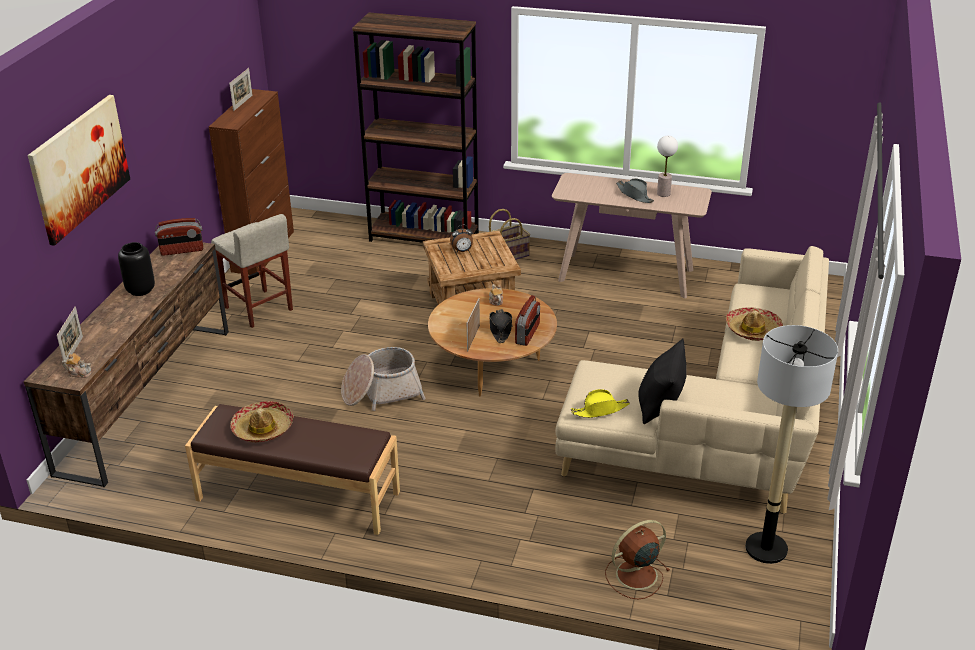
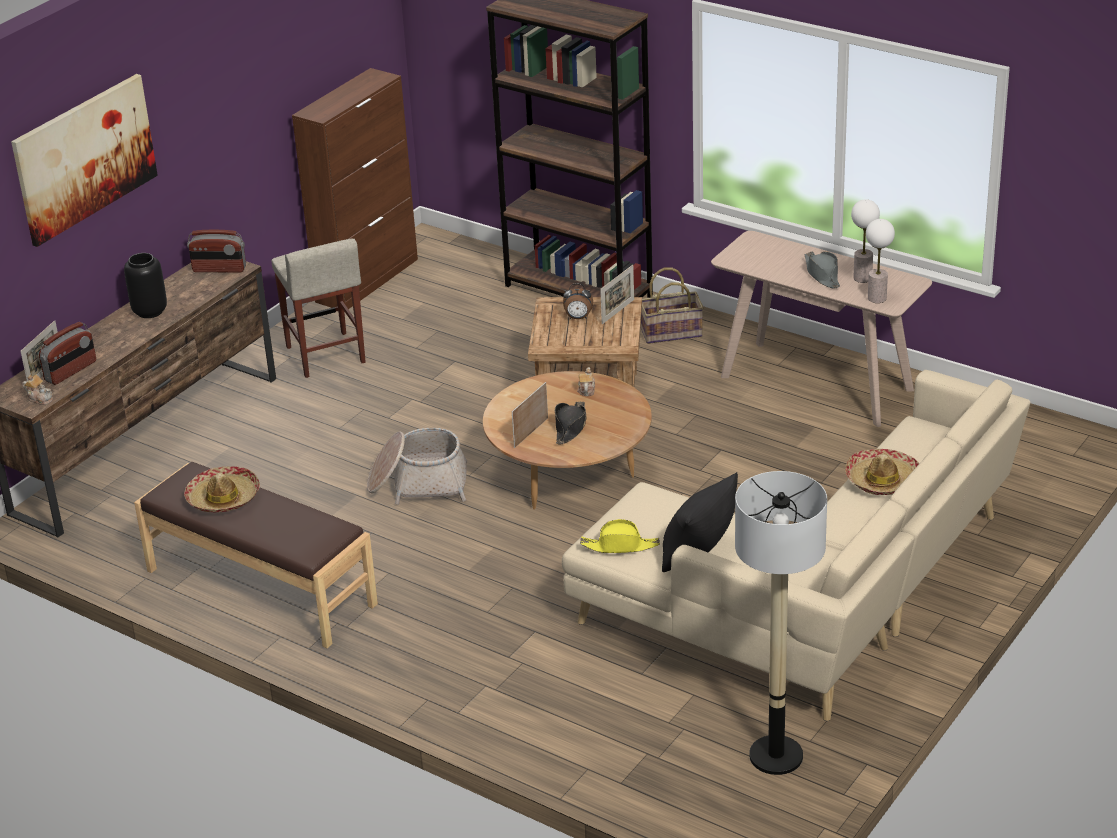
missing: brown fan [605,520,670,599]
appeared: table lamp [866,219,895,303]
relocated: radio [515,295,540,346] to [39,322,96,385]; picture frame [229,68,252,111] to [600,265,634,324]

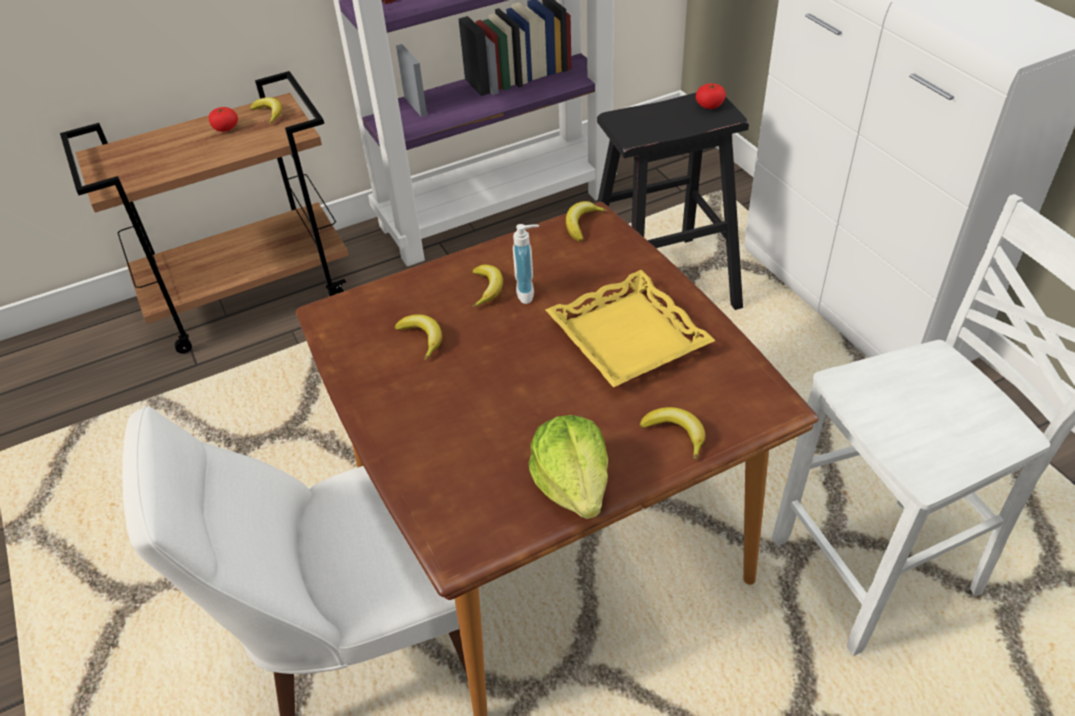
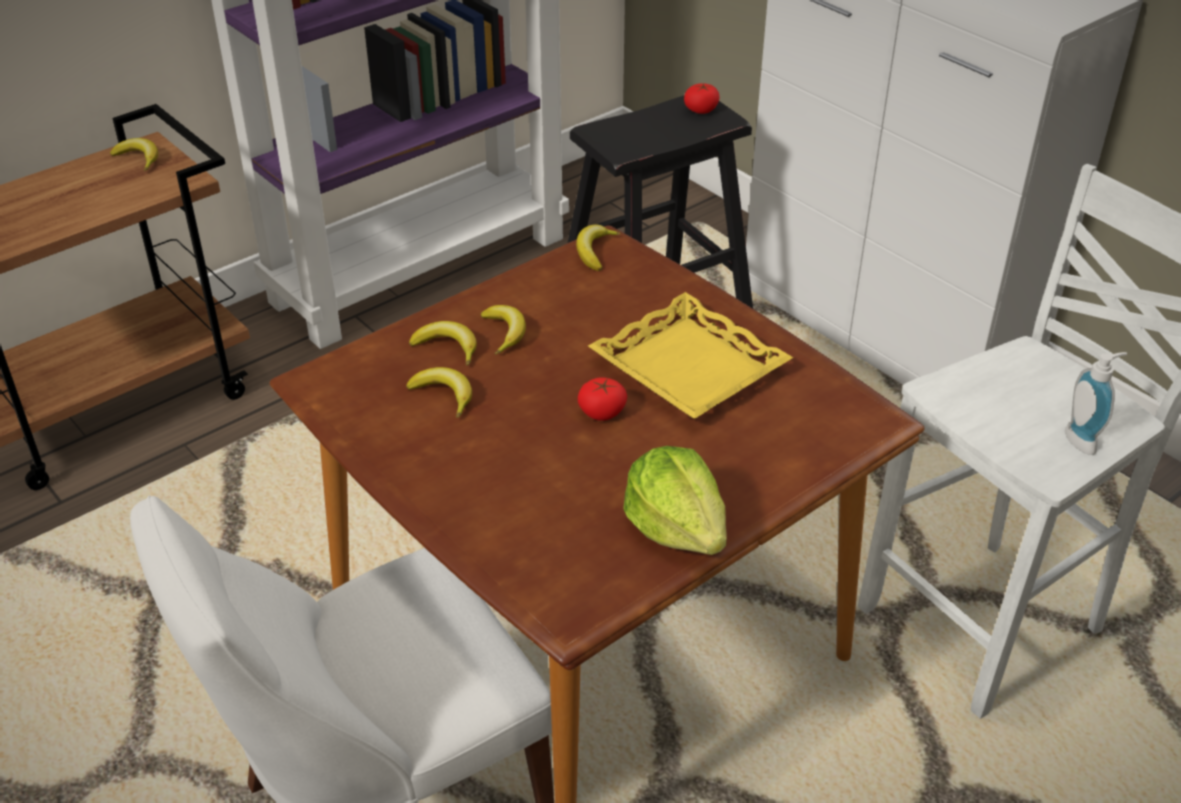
relocated: banana [640,407,705,460] to [409,321,477,365]; tomato [209,107,238,132] to [578,377,627,421]; soap dispenser [513,224,539,304] to [1065,352,1127,455]

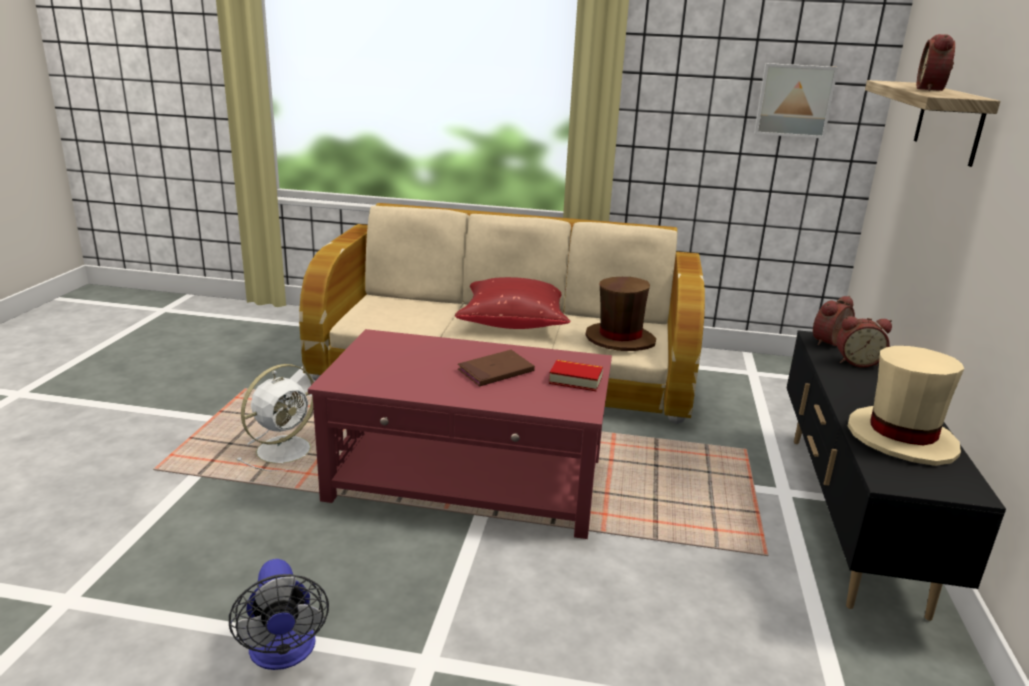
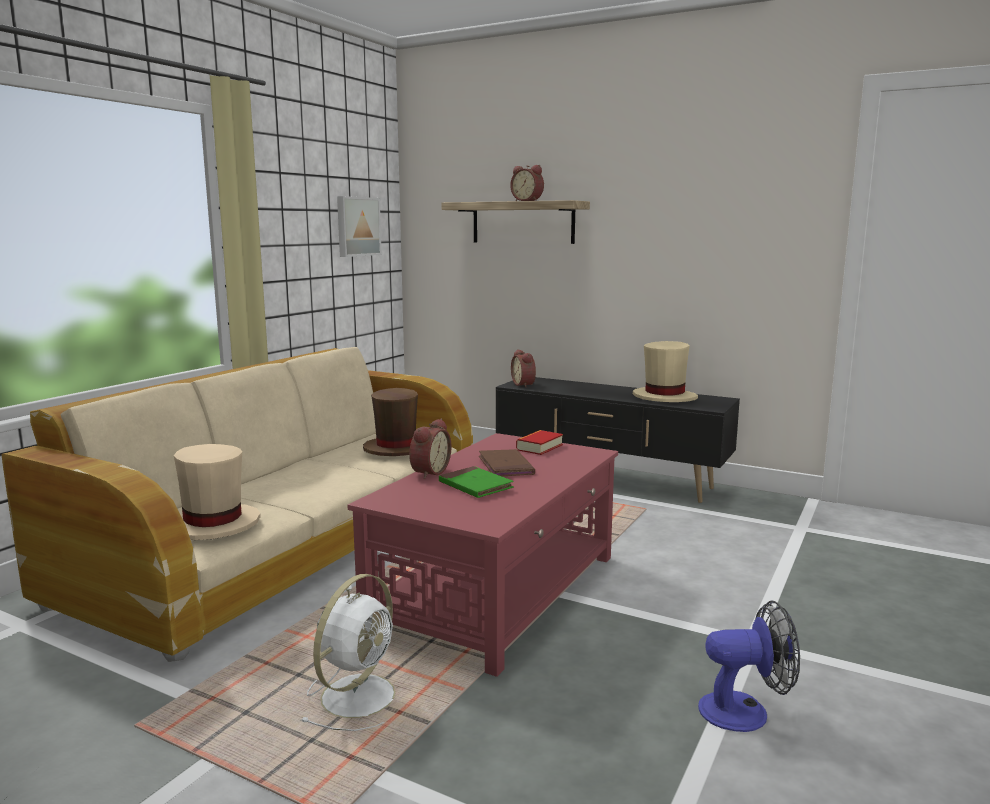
missing: red pillow [455,277,570,329]
appeared: beige hat [174,444,261,540]; green book [439,466,514,498]
relocated: alarm clock [836,316,892,368] to [409,419,451,479]
spun: white fan [237,364,314,471] = [300,574,396,731] 60 degrees clockwise

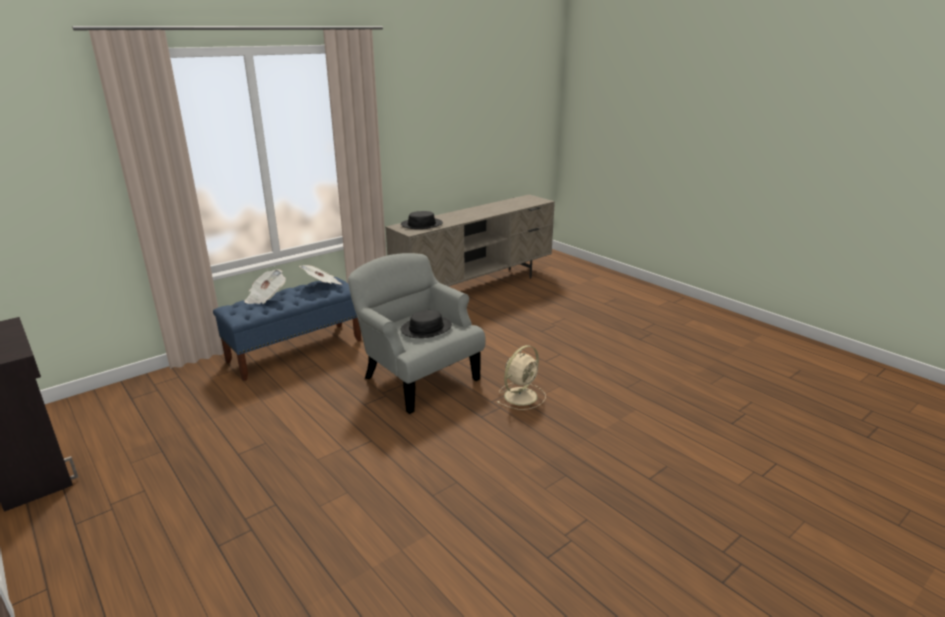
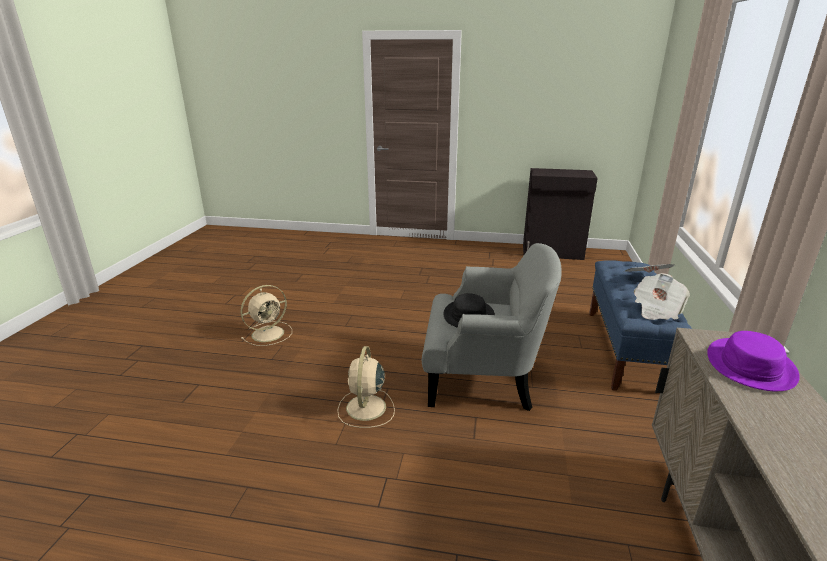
appeared: beige fan [241,285,292,346]
colour: black hat [401,211,443,229] to purple hat [707,331,800,391]

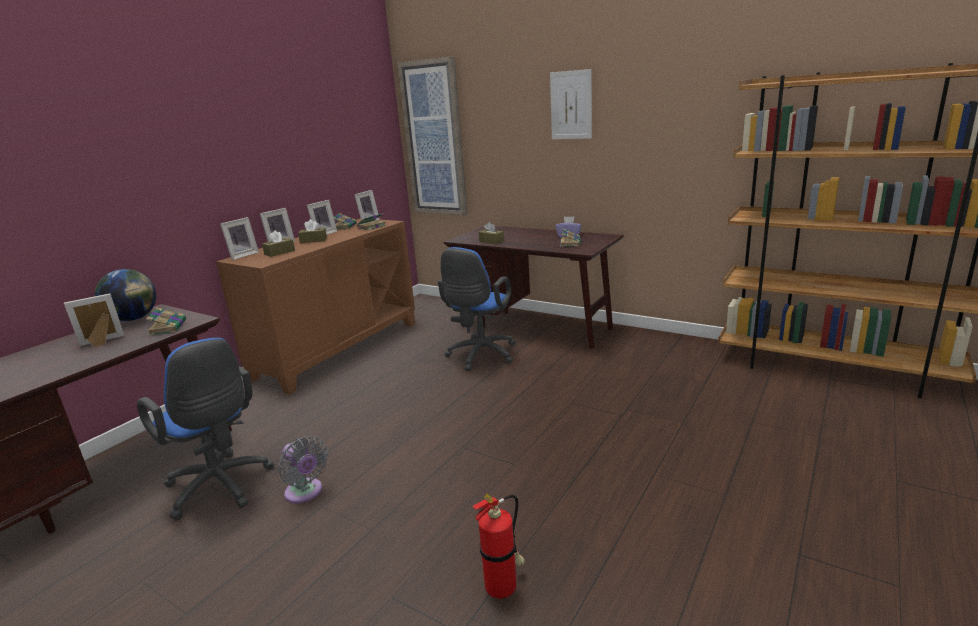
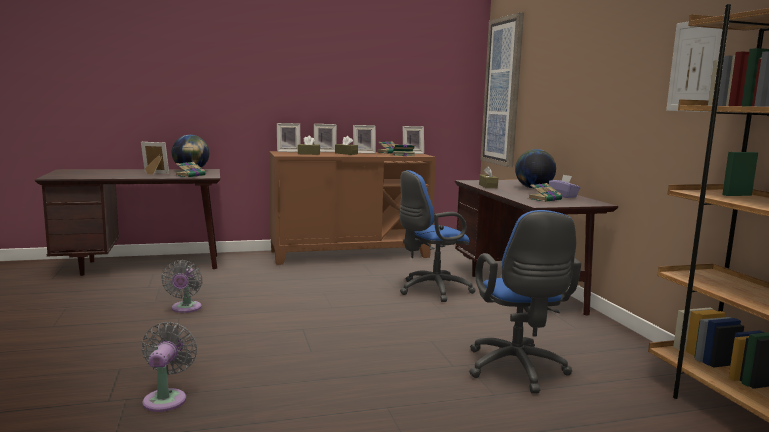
appeared: globe [515,149,556,189]
relocated: blue office chair [137,338,274,520] to [469,210,581,394]; picture [550,69,592,139] to [666,21,722,112]
exchanged: fire extinguisher [473,494,525,599] to grey fan [141,322,197,412]

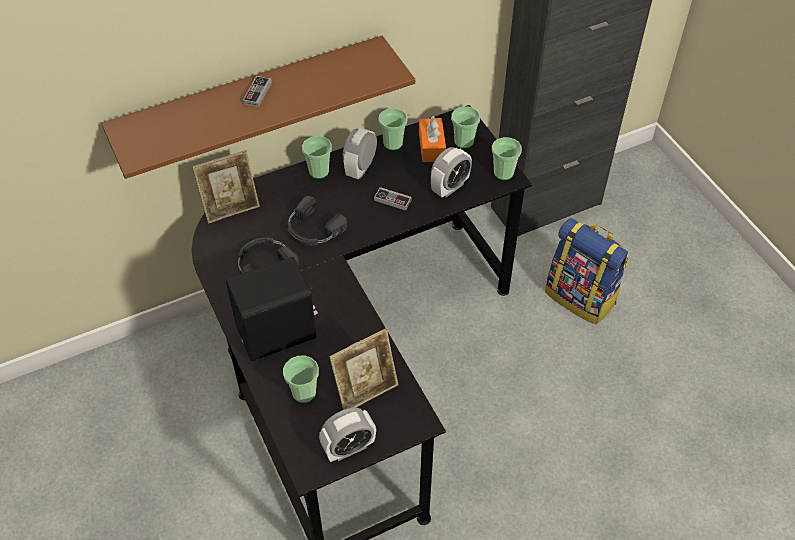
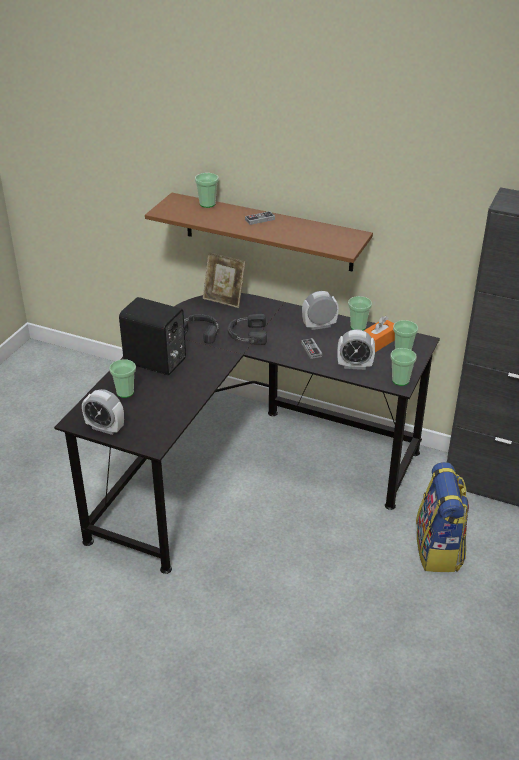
missing: picture frame [329,328,398,410]
relocated: cup [302,136,332,179] to [195,173,219,208]

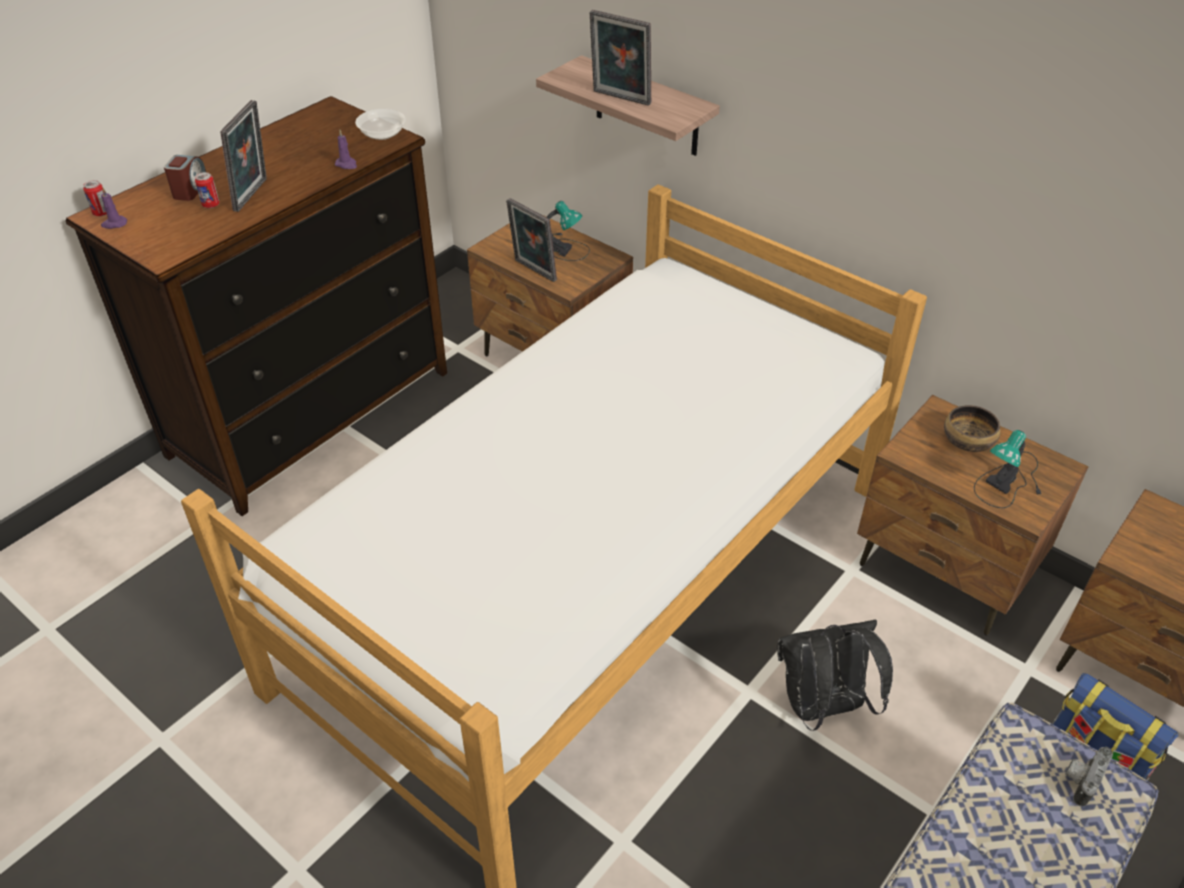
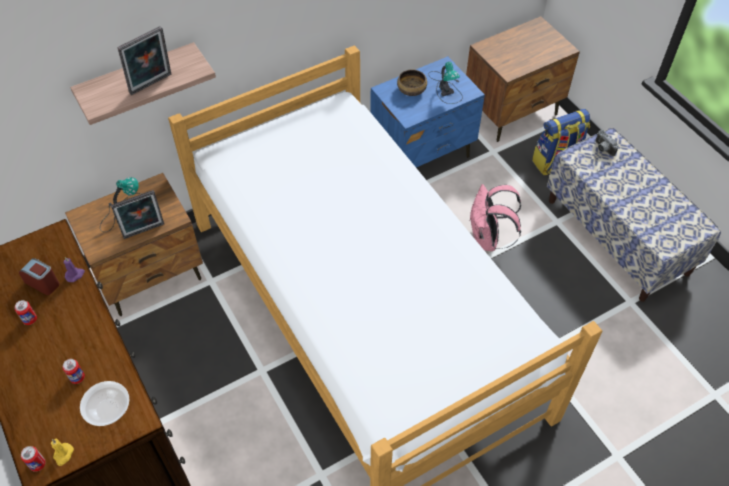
missing: picture frame [220,100,267,212]
appeared: can [15,300,37,325]
relocated: alarm clock [164,155,206,201] to [19,258,59,295]; bowl [355,109,406,140] to [80,381,129,426]
colour: purple candle [101,187,127,229] to yellow candle [51,438,74,466]; brown nightstand [857,395,1088,636] to blue nightstand [370,56,485,168]; black backpack [777,620,893,731] to pink backpack [469,184,521,251]

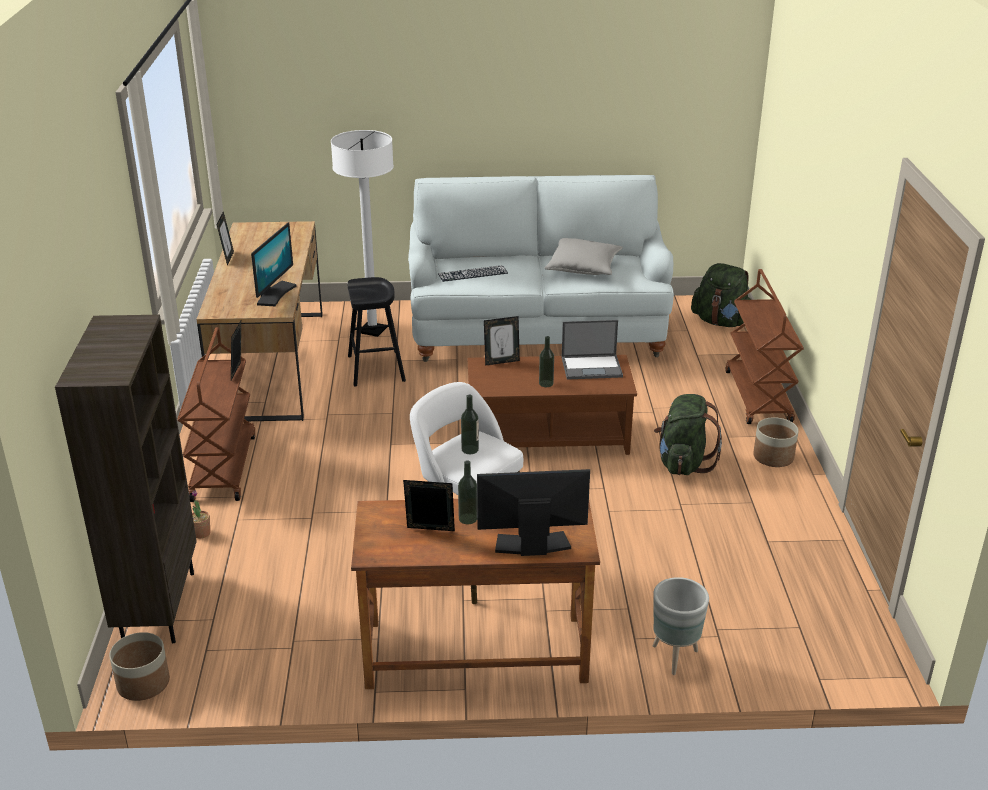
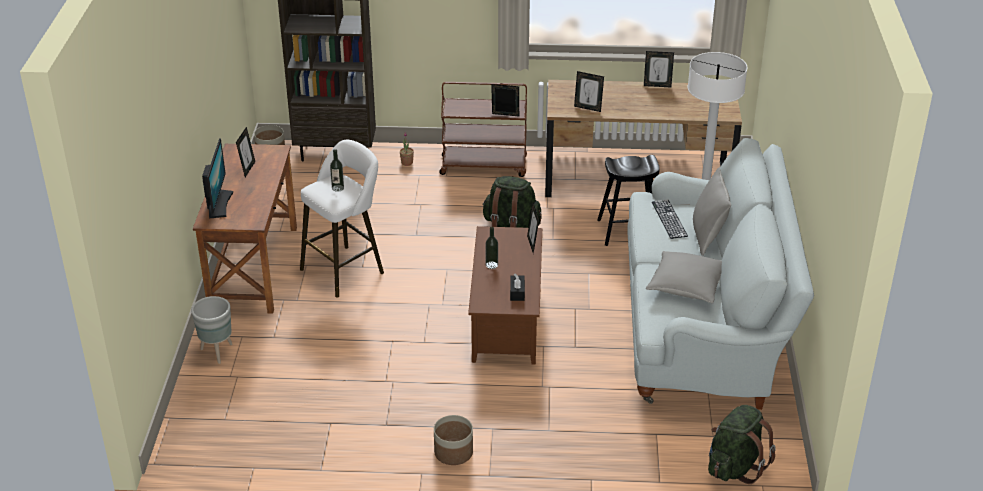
missing: bottle [458,460,477,525]; brown cart [725,269,804,424]
appeared: grey pillow [693,167,731,256]
relocated: green backpack [654,394,722,475] to [482,176,541,228]
exchanged: laptop [562,320,623,380] to black tissue box [510,274,525,301]; monitor [251,222,297,306] to picture frame [574,71,604,112]

